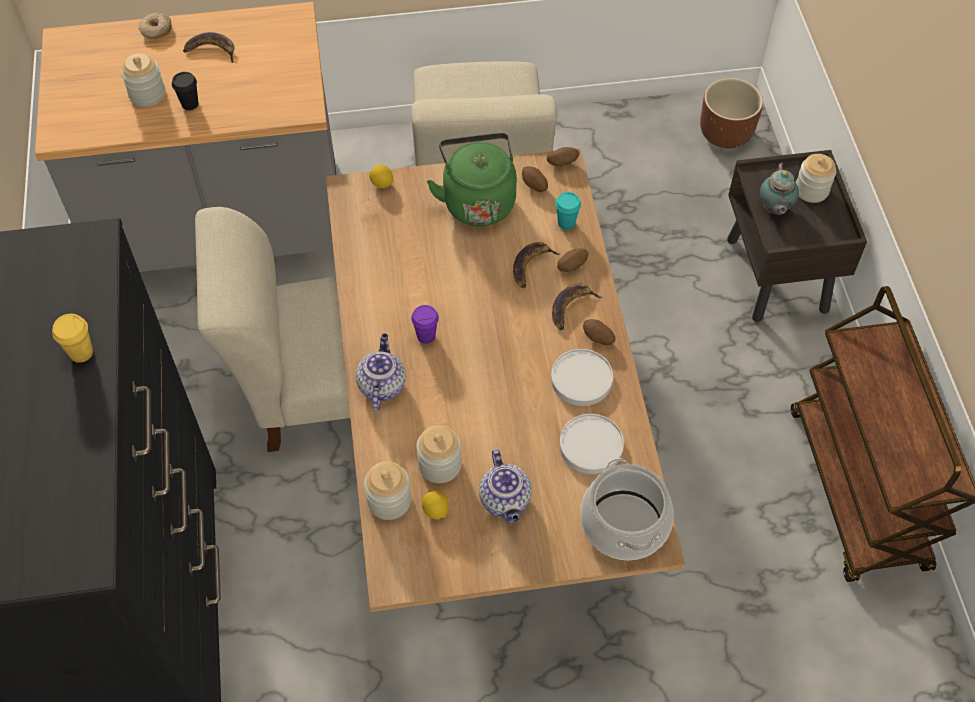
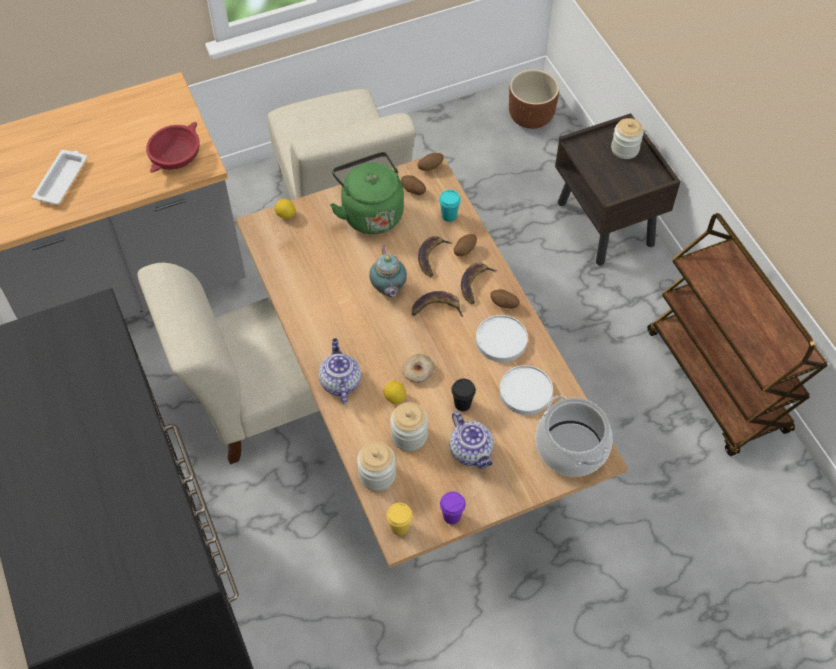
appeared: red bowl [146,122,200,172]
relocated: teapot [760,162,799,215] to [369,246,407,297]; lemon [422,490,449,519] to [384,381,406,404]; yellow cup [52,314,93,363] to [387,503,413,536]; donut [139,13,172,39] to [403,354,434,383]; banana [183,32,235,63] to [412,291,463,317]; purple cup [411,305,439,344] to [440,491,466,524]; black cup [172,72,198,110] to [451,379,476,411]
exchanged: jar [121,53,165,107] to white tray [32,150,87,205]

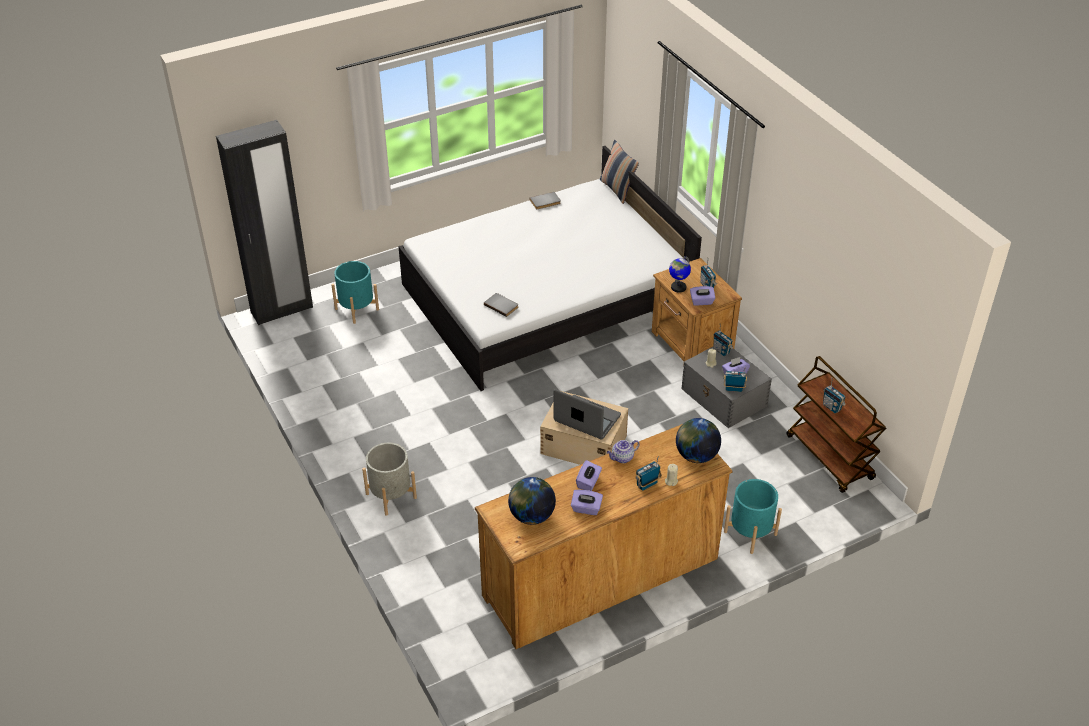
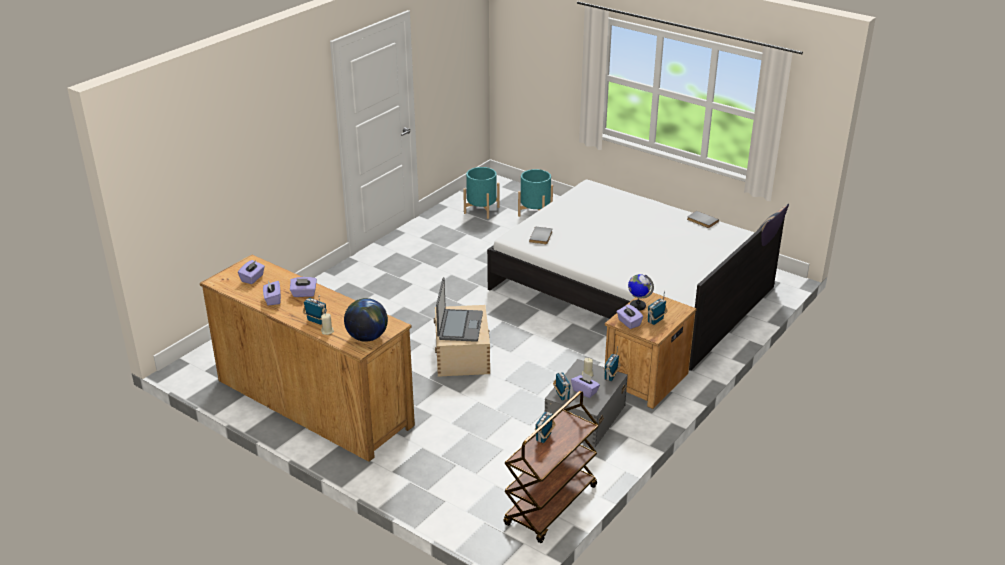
missing: black wardrobe [216,120,313,325]; grey planter [362,443,417,516]; teapot [607,440,640,463]
relocated: turquoise planter [724,479,782,554] to [463,167,500,219]
exchanged: globe [508,477,556,525] to purple tissue box [238,260,265,284]

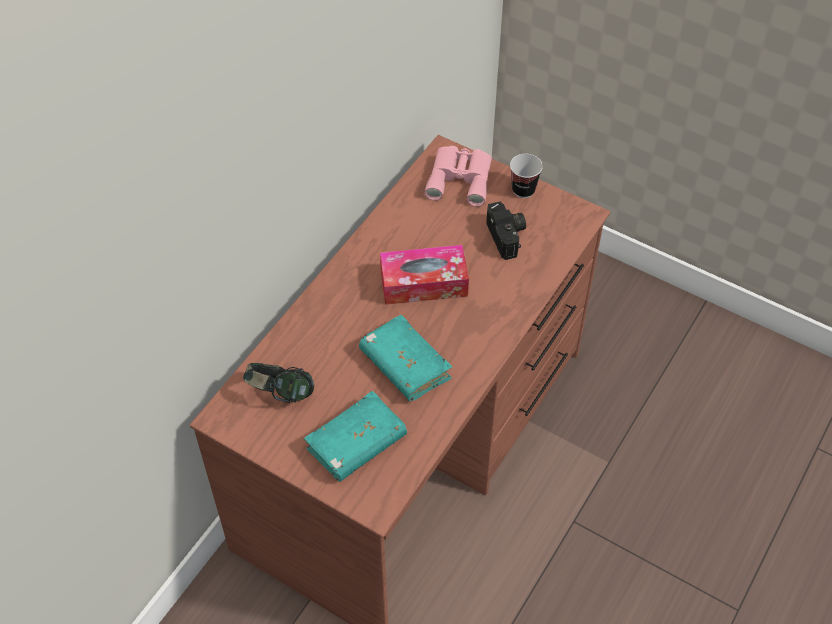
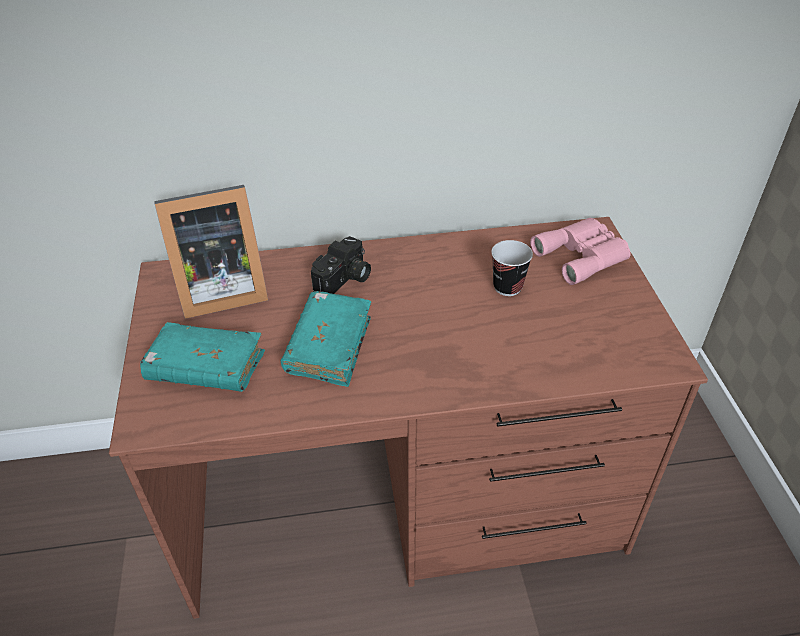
missing: tissue box [380,245,469,305]
relocated: photo camera [486,201,526,260] to [311,236,371,294]; cup [510,154,543,198] to [491,240,533,296]
exchanged: headphones [243,363,314,403] to picture frame [155,185,268,319]

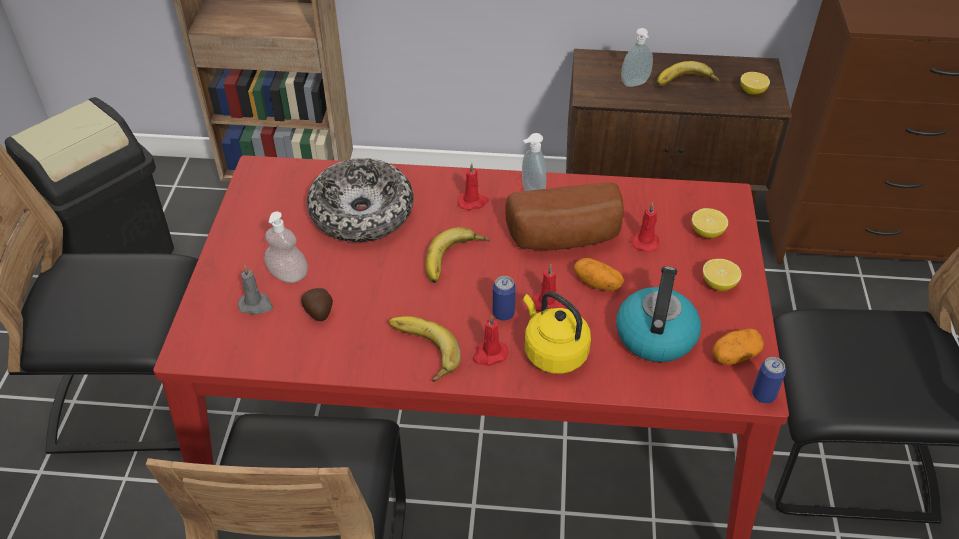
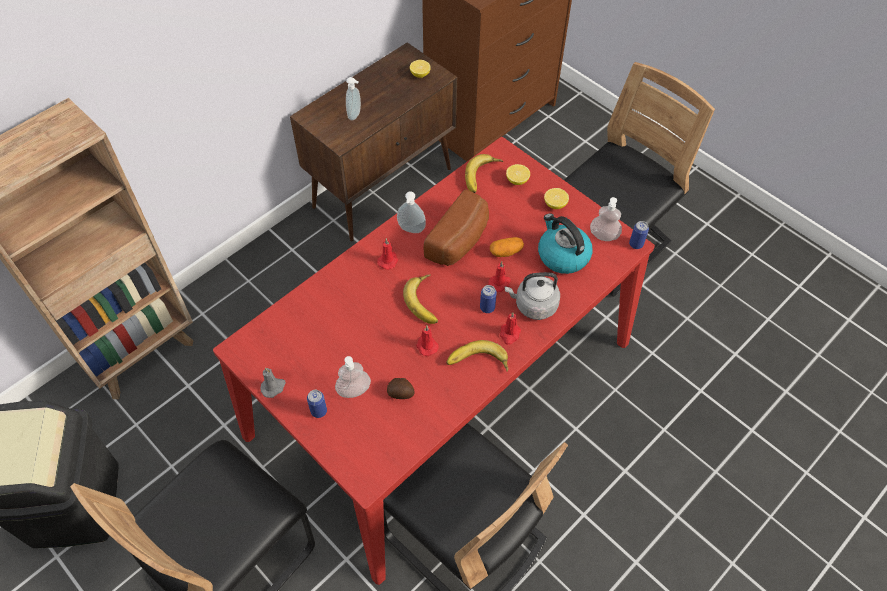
missing: bowl [307,158,414,242]
appeared: can [307,390,327,418]
relocated: grey candle [238,266,273,315] to [260,367,286,398]; red candle [631,202,659,252] to [416,325,439,356]; banana [657,61,719,86] to [465,154,503,193]
exchanged: potato [712,328,764,365] to soap dispenser [590,197,622,241]
colour: yellow kettle [523,291,591,374] to grey kettle [505,272,560,320]

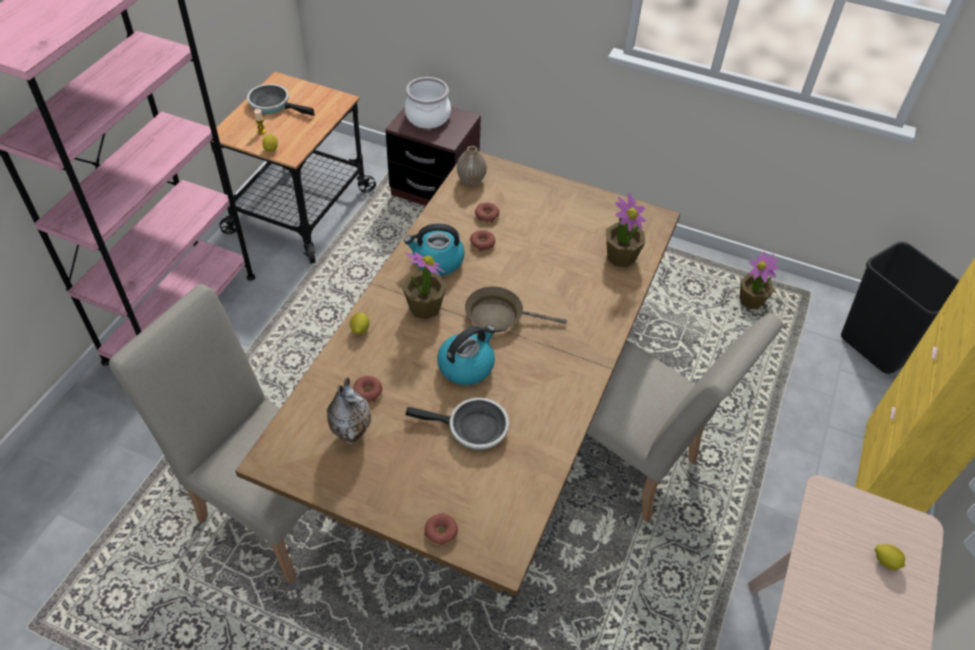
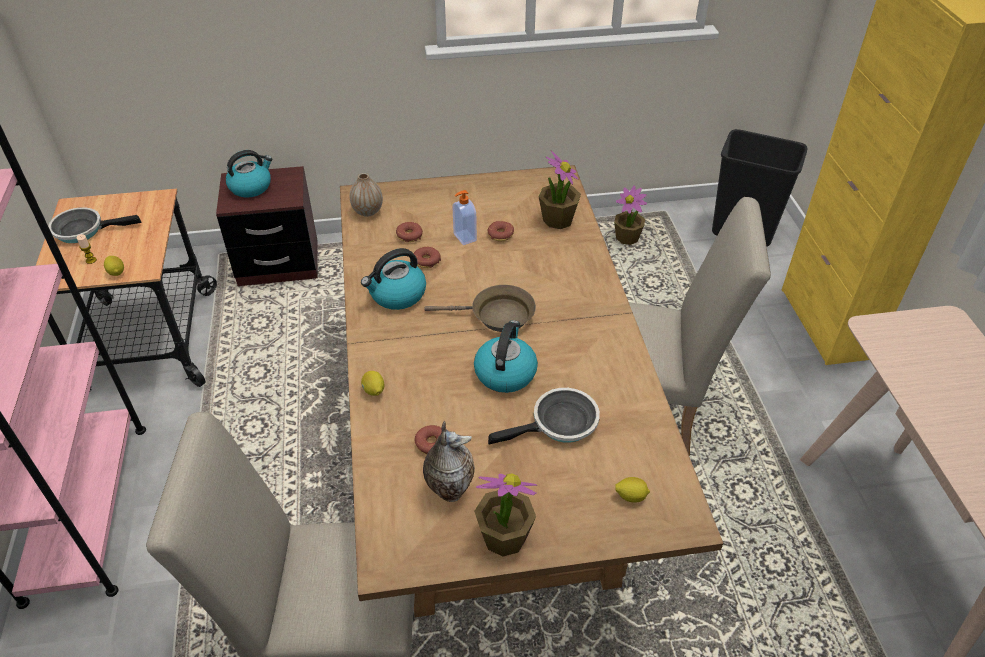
appeared: soap dispenser [452,190,477,245]
relocated: potted plant [402,252,447,319] to [474,473,537,557]; donut [424,513,458,545] to [488,221,514,241]; lemon [875,544,905,570] to [615,477,650,503]
exchanged: cooking pot [405,77,451,128] to kettle [226,150,273,197]
spun: brown frying pan [465,286,567,333] = [425,285,536,332] 150 degrees counterclockwise

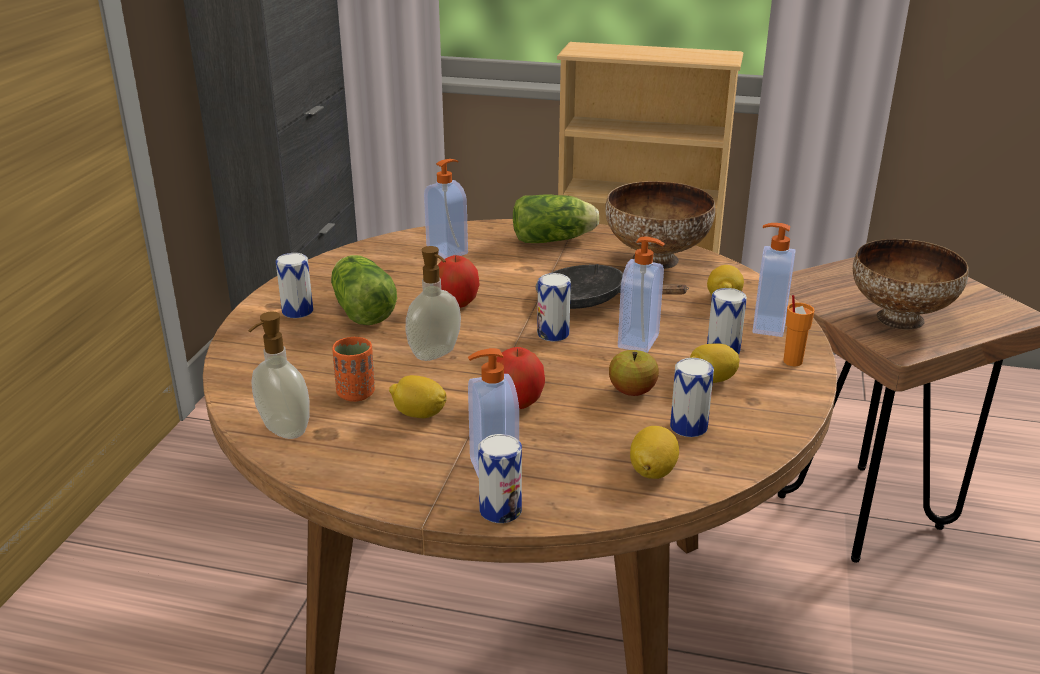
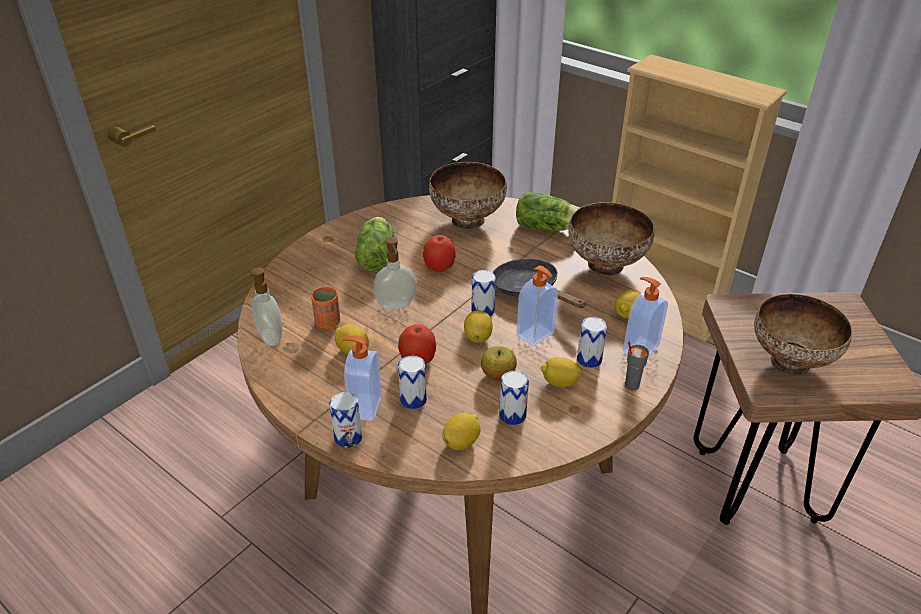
appeared: lemon [464,310,493,343]
relocated: can [276,253,313,318] to [398,356,427,409]
exchanged: soap dispenser [424,159,468,259] to bowl [429,162,507,229]
colour: orange cup [783,295,815,366] to grey cup [625,341,649,390]

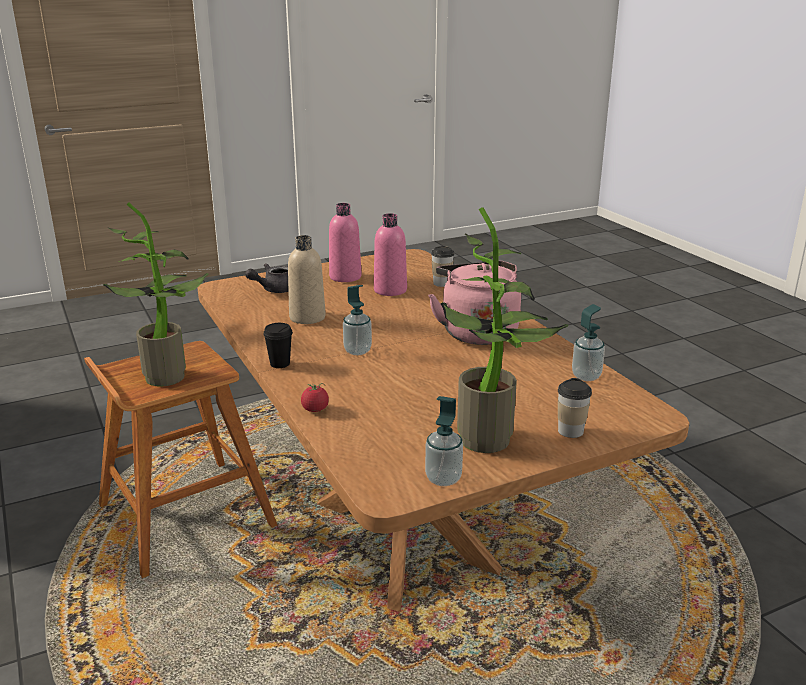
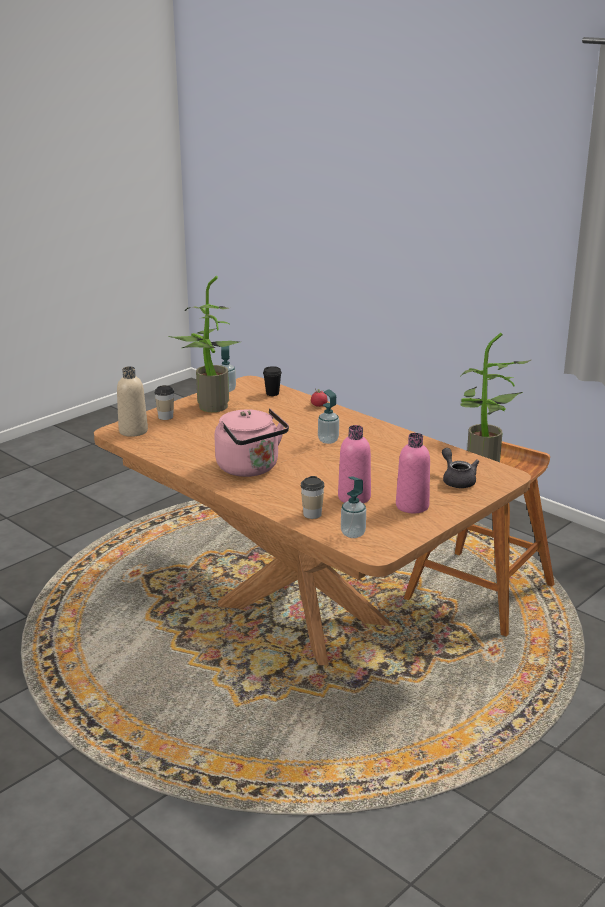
relocated: beige bottle [288,235,326,324] to [117,366,148,437]; black cup [263,323,293,368] to [263,366,282,396]; soap dispenser [572,304,605,381] to [341,476,366,538]
spun: grey teapot [245,263,289,293] = [442,448,479,488] 60 degrees counterclockwise

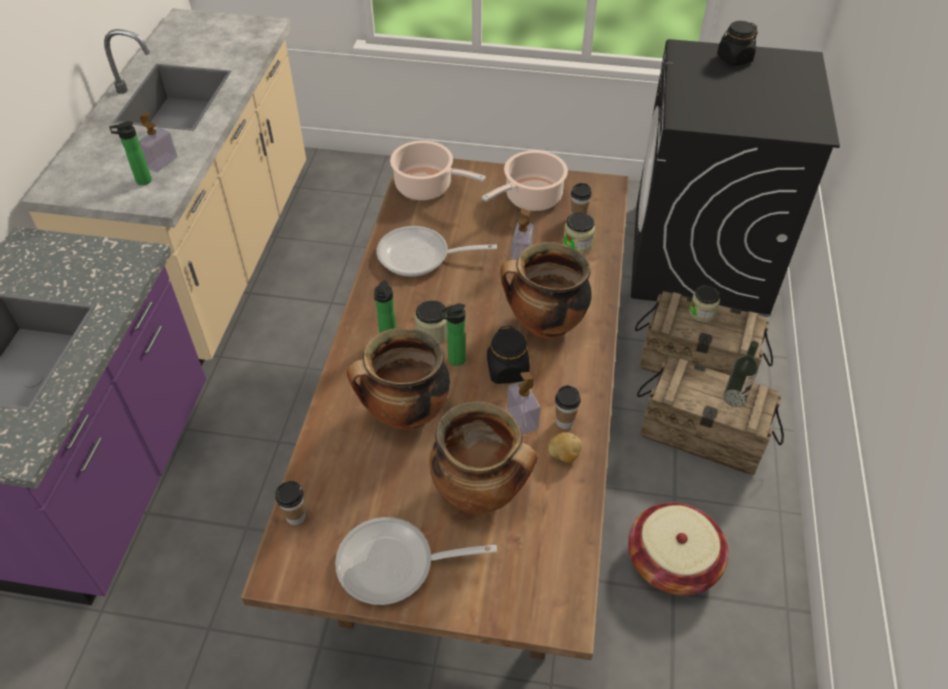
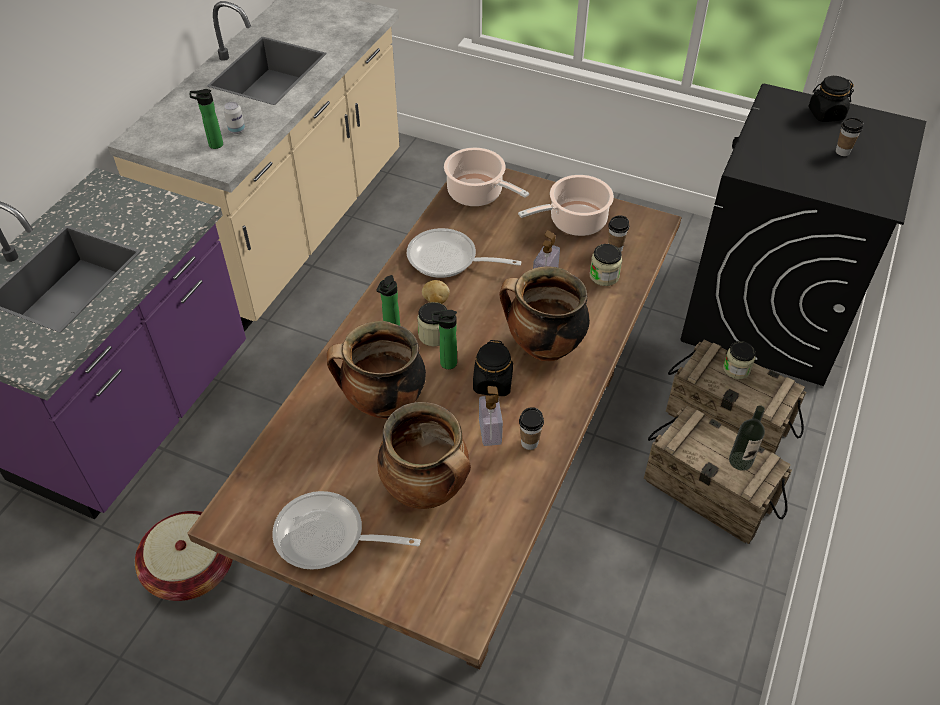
relocated: basket [628,503,728,595] to [135,511,233,601]; potato [548,432,582,463] to [422,280,450,304]; cup [275,481,306,525] to [836,118,863,156]
exchanged: soap dispenser [139,112,177,172] to can [224,102,245,134]

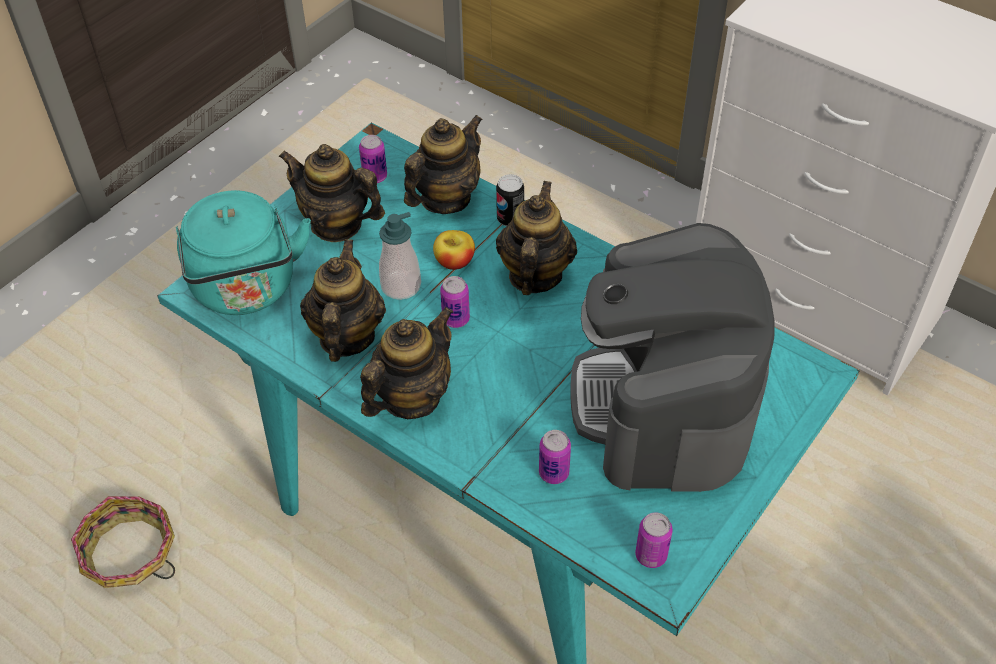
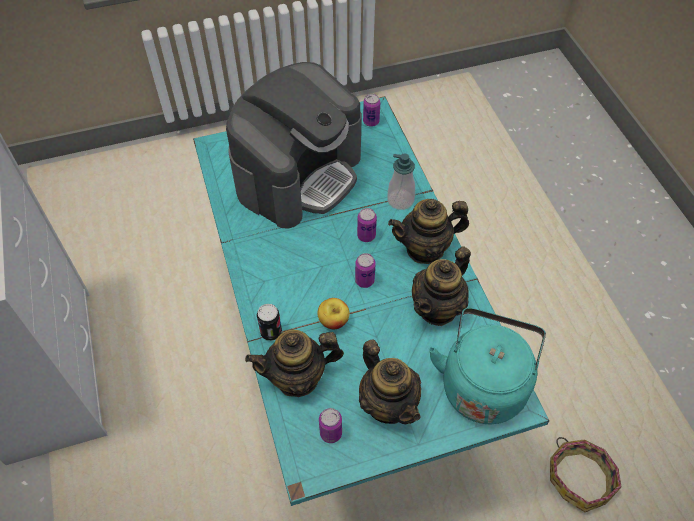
missing: teapot [496,181,577,295]
relocated: can [539,430,571,484] to [357,208,377,242]; soap dispenser [379,212,421,300] to [387,153,415,210]

